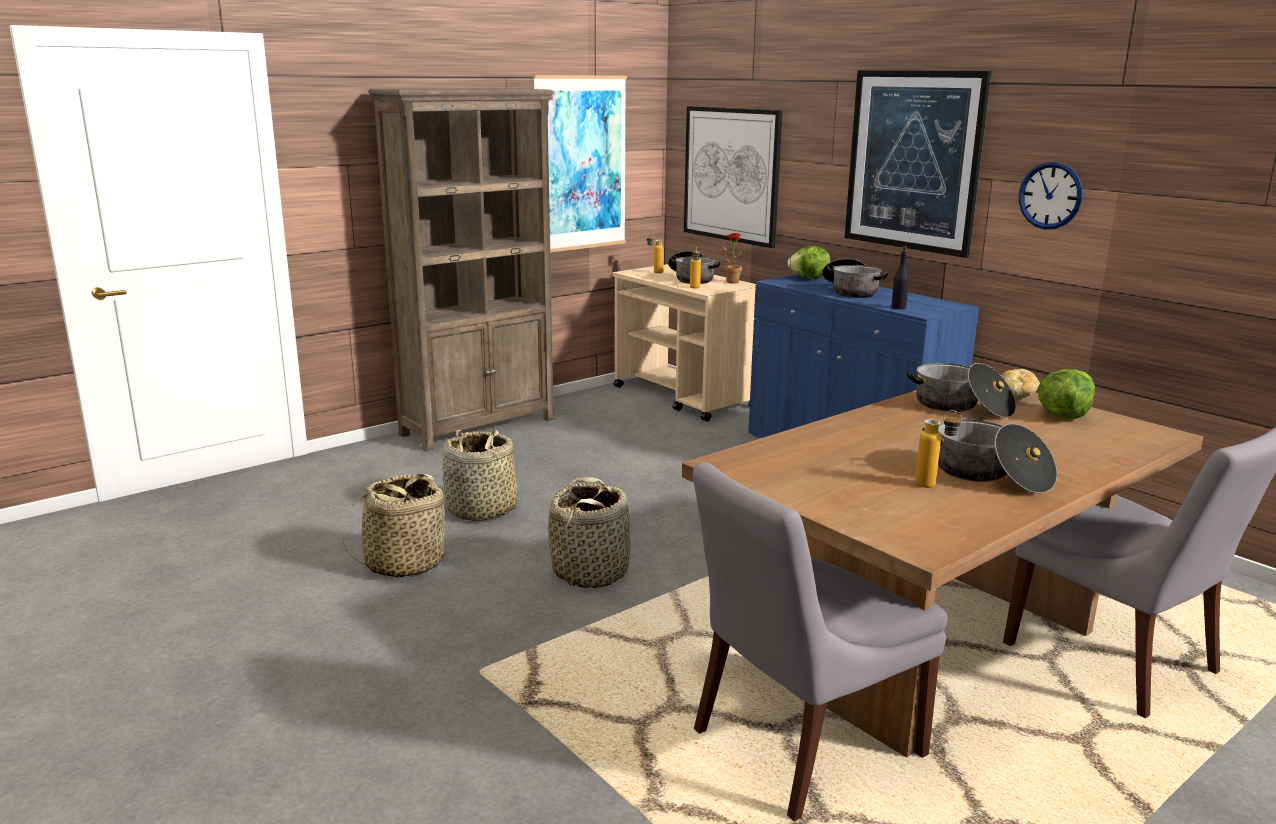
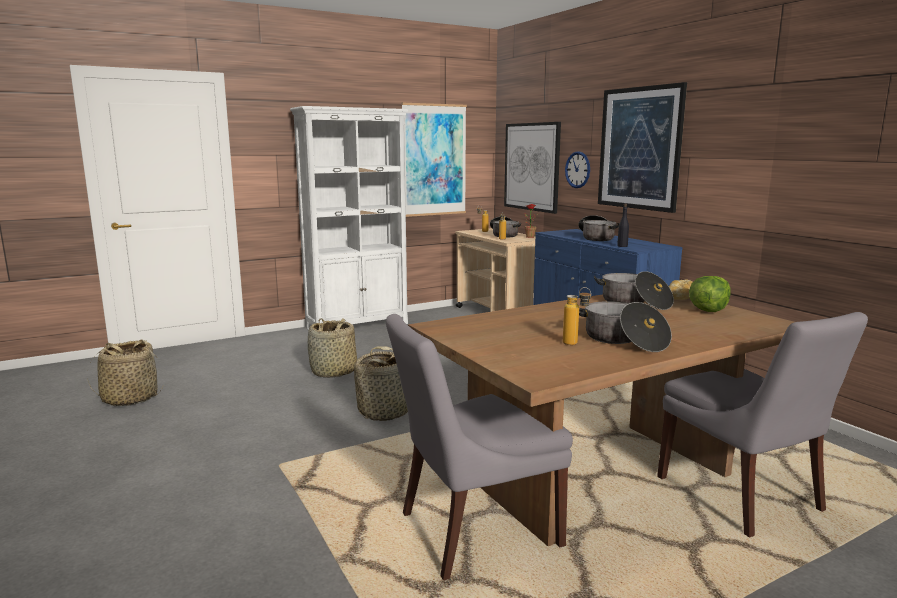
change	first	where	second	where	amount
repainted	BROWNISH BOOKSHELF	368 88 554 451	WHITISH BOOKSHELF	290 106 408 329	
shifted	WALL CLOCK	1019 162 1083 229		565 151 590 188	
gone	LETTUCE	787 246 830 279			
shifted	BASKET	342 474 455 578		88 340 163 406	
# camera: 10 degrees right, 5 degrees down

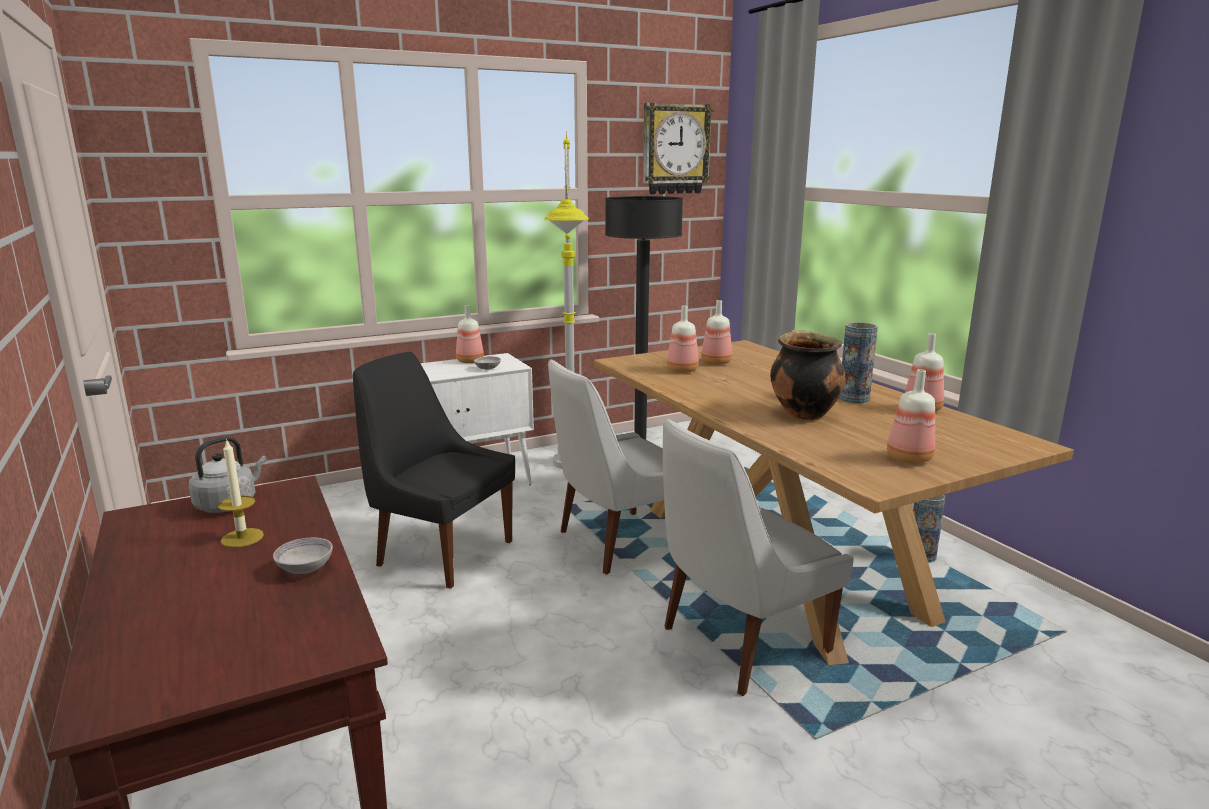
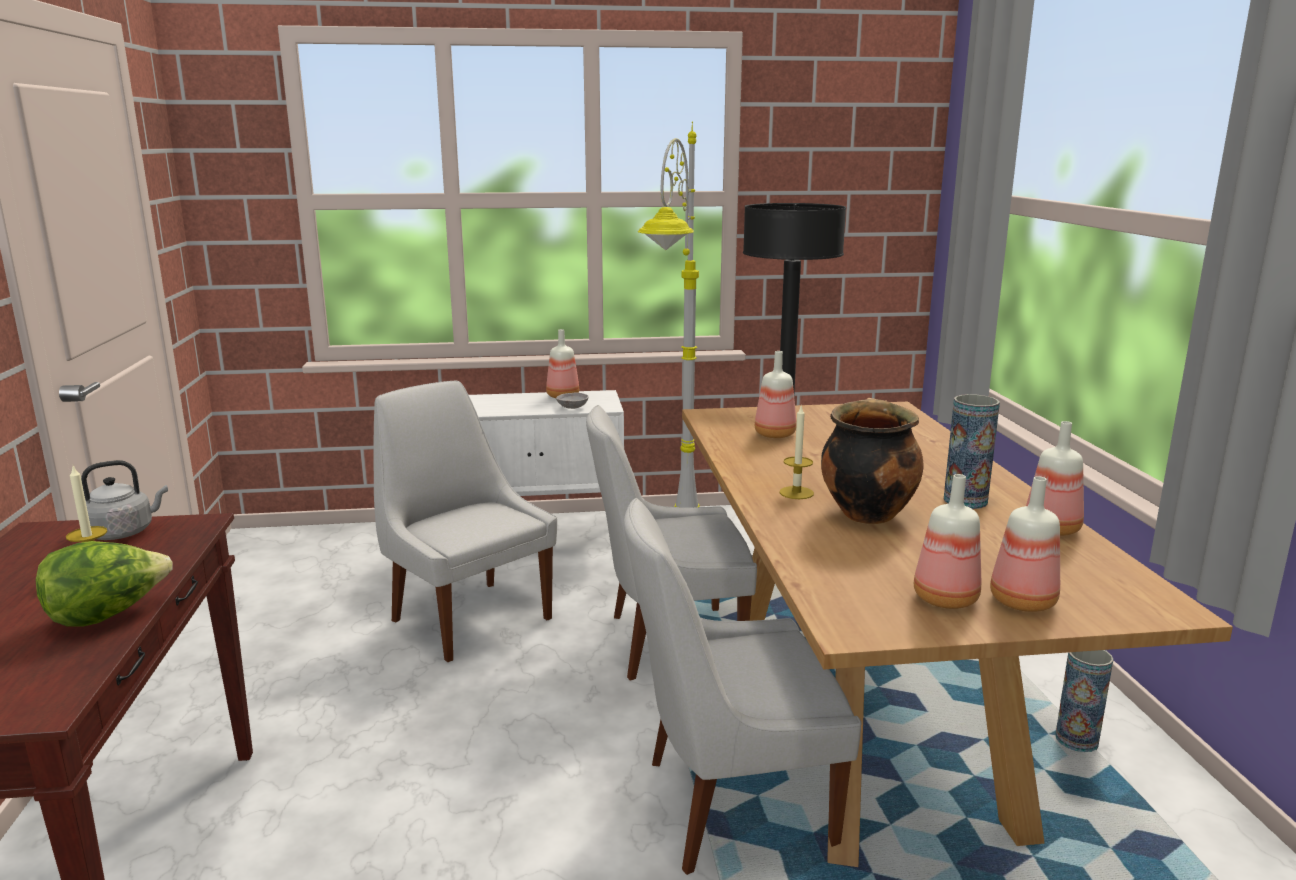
change	first	where	second	where	amount
gone	WALL CLOCK	643 103 713 194			
shifted	DRINK BOTTLE	701 300 732 365		990 476 1060 612	
repainted	BLACKISH UPRIGHT CHAIR	353 352 515 589	WHITISH UPRIGHT CHAIR	374 381 557 662	
swapped	GRAY BOWL	273 538 333 574	LETTUCE	36 541 173 627	
new			WAX CANDLE	780 406 814 499	
# camera: 20 degrees right, 0 degrees up

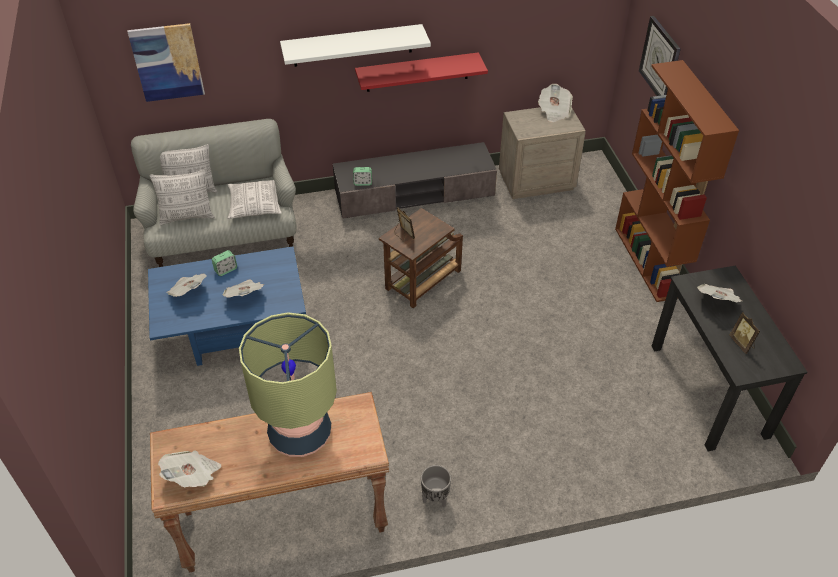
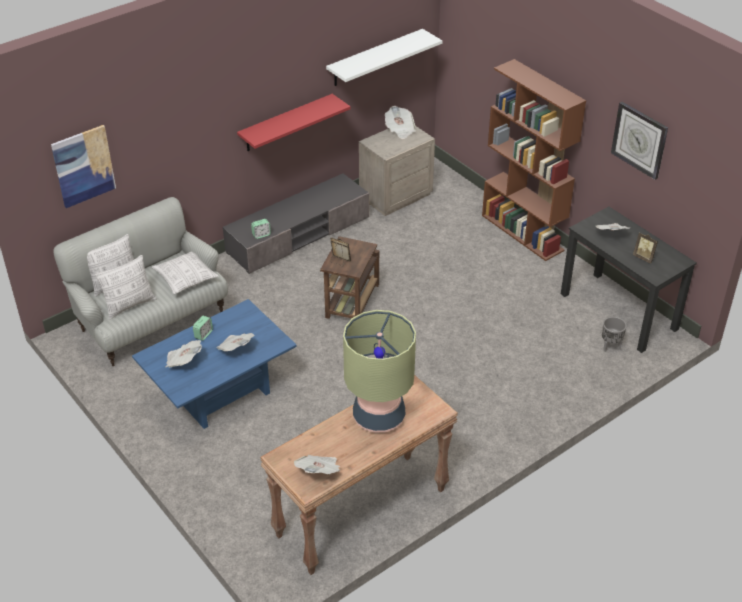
change	first	where	second	where	amount
shifted	WALL CLOCK	639 16 681 96		611 102 668 180	
shifted	WHITISH SHELF	280 24 431 67		326 29 442 86	
shifted	GRAY PLANTER	421 465 451 507		602 317 627 352	
# camera: 25 degrees left, 5 degrees down

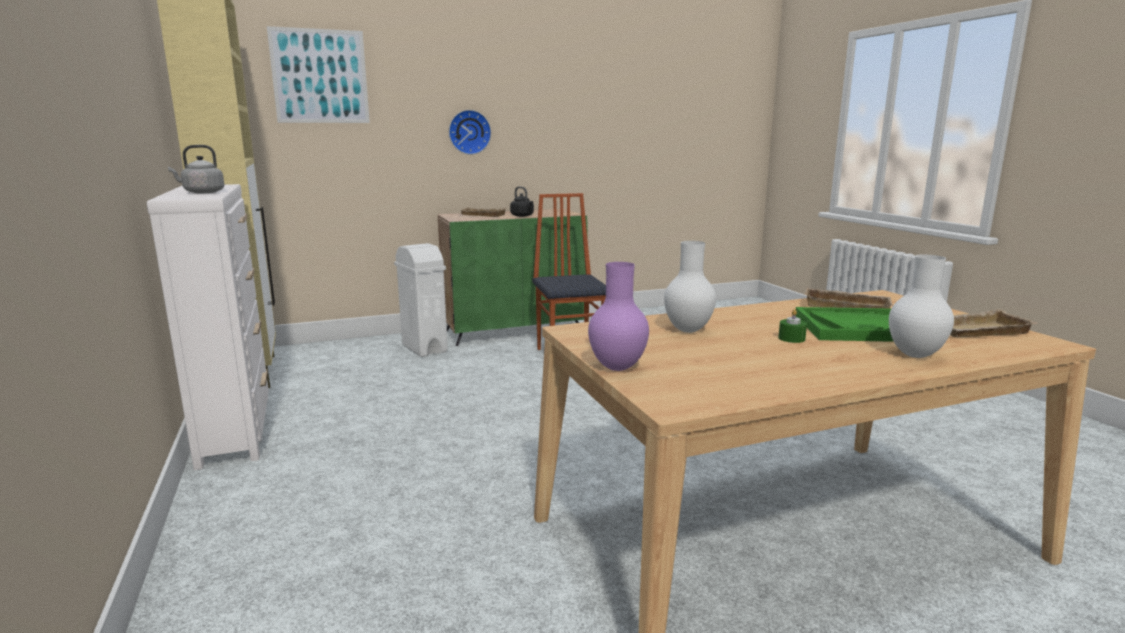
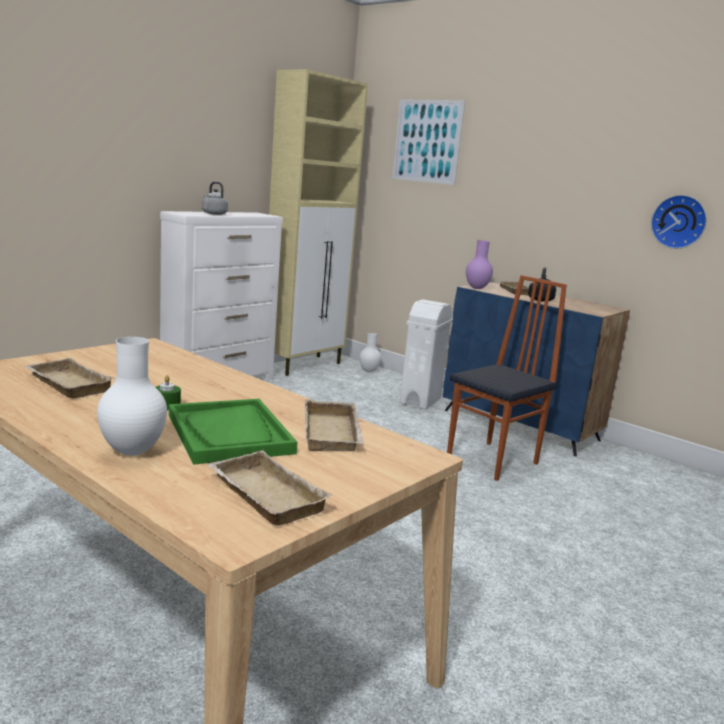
change	first	where	second	where	amount
shifted	WALL CLOCK	449 110 491 155		651 195 707 249	
repainted	GREEN-COLOURED CABINET	438 209 588 346	BLUISH CABINET	443 282 630 456	
shifted	WHITISH VASE	664 241 716 333		359 333 381 372	
shifted	PURPLISH VASE	588 262 649 371		466 240 493 289	
new			BEIGE-COLOURED TRAY	24 358 115 398	
# camera: 60 degrees right, 0 degrees up

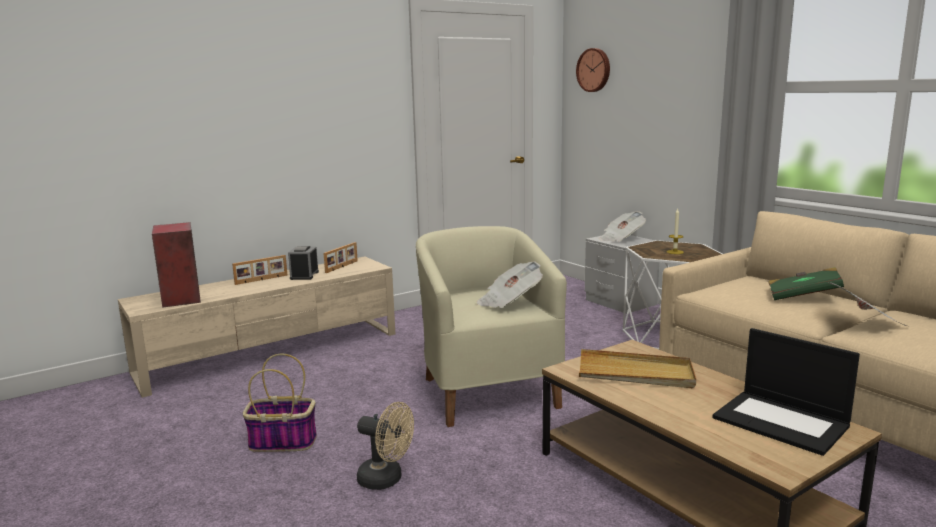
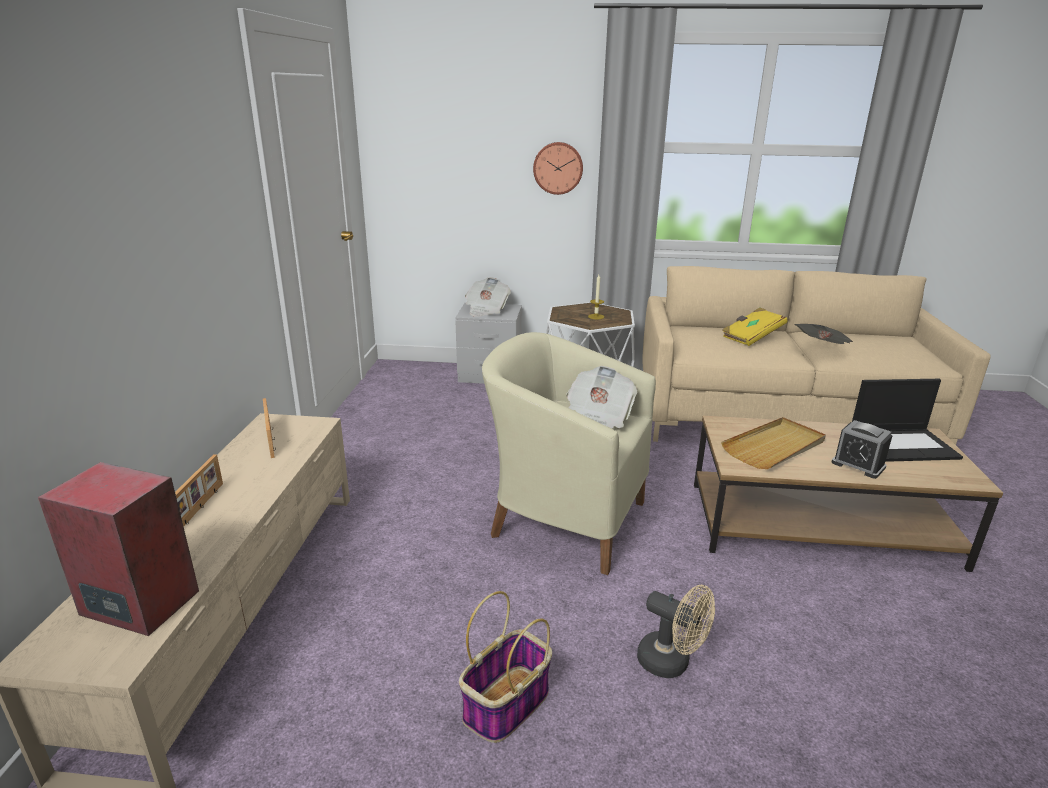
change	first	where	second	where	amount
shifted	WALL CLOCK	576 48 610 92		533 142 583 195	
shifted	BEDSIDE CLOCK	288 246 319 280		832 420 893 479	
repainted	GREEN-COLOURED BOUND BOOK	768 267 844 300	YELLOW-COLOURED BOUND BOOK	722 307 787 346	
rotated	BEIGE-COLOURED FAN	357 402 414 490		637 585 715 678	60 degrees clockwise
# camera: 50 degrees left, 10 degrees up

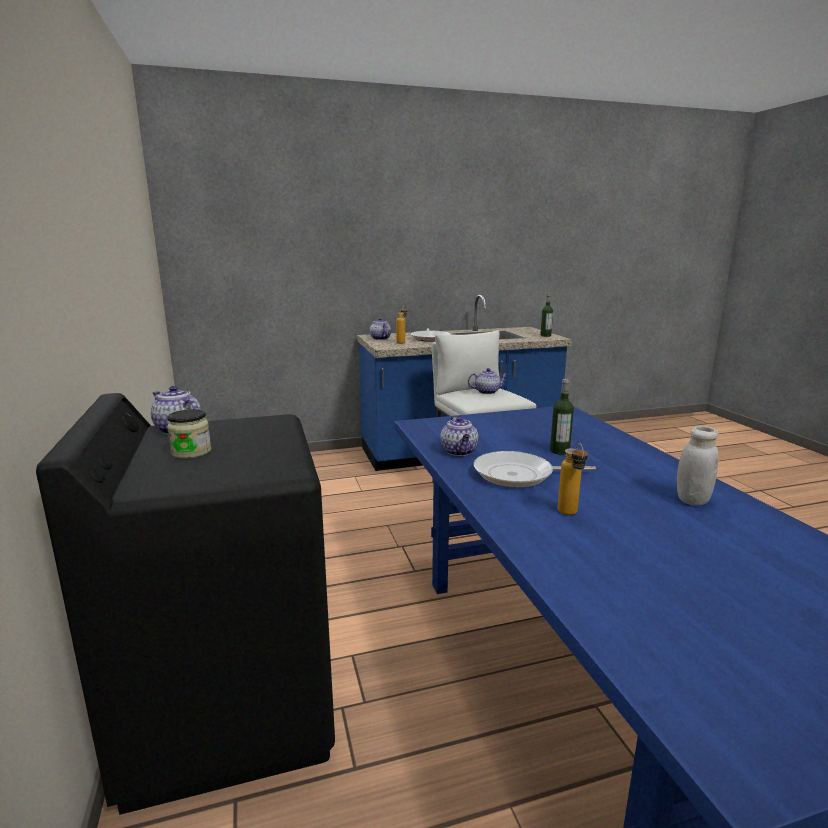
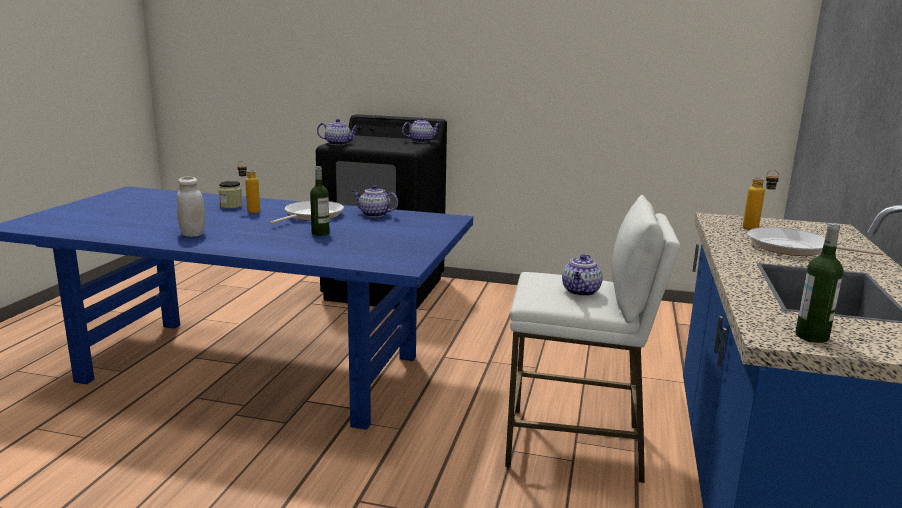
change	first	where	second	where	amount
shifted	TEAPOT	370 318 391 340		317 119 359 145	
shifted	STORAGE JAR	167 409 211 459		218 181 243 208	
# camera: 120 degrees right, 0 degrees up

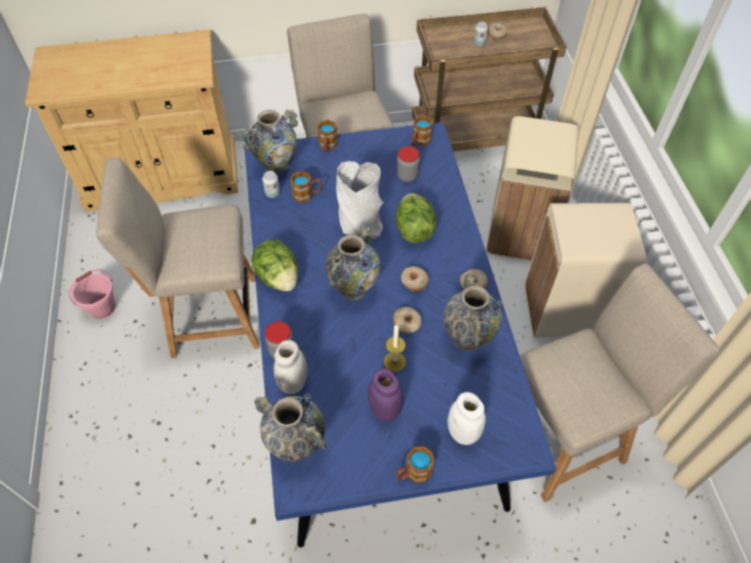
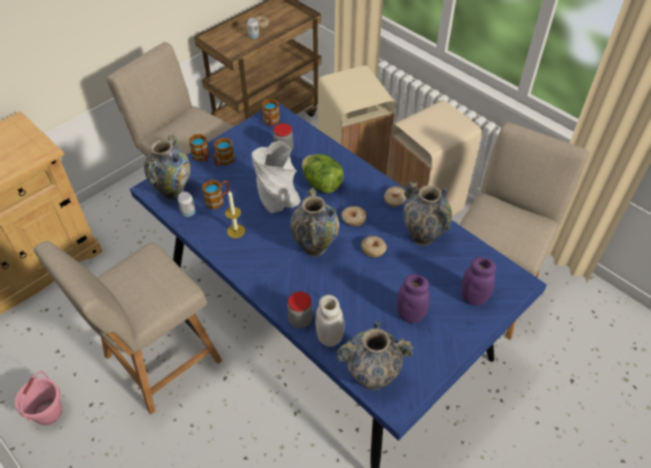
change	first	where	second	where	amount
gone	LETTUCE	252 240 298 291			
shifted	WAX CANDLE	384 324 406 372		225 190 245 238	
repainted	WHITISH STORAGE JAR	447 392 486 445	PURPLISH STORAGE JAR	461 257 496 306	
shifted	TEA MUG	396 446 434 483		213 138 235 166	
# camera: 35 degrees left, 5 degrees down

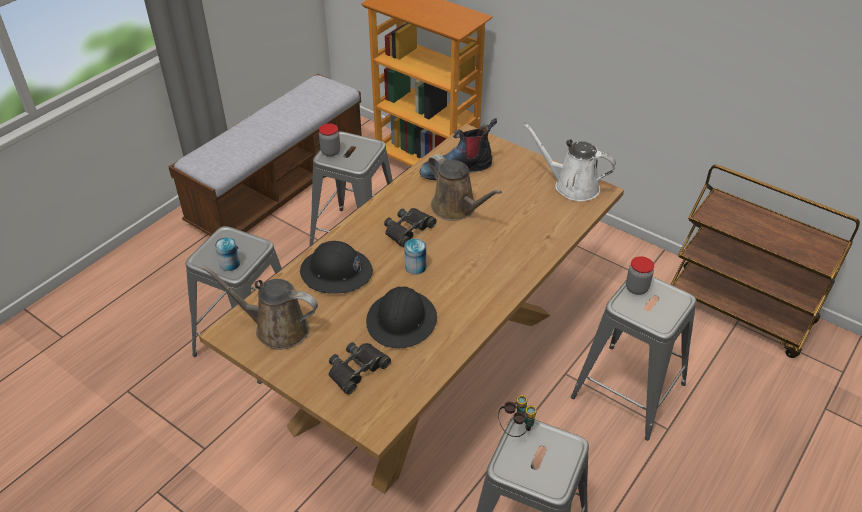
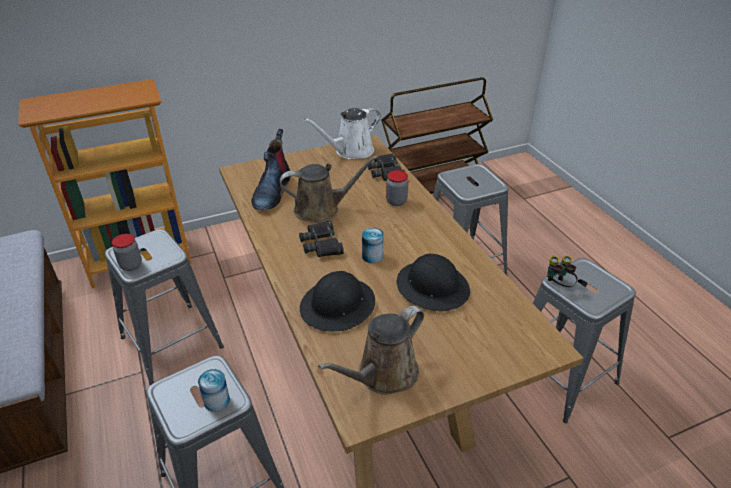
change	first	where	second	where	amount
shifted	STORAGE JAR	626 256 654 295		386 170 408 206	
shifted	BLACKISH PAIR OF BINOCULARS	328 342 391 395		368 153 405 181	
# camera: 60 degrees left, 5 degrees down

